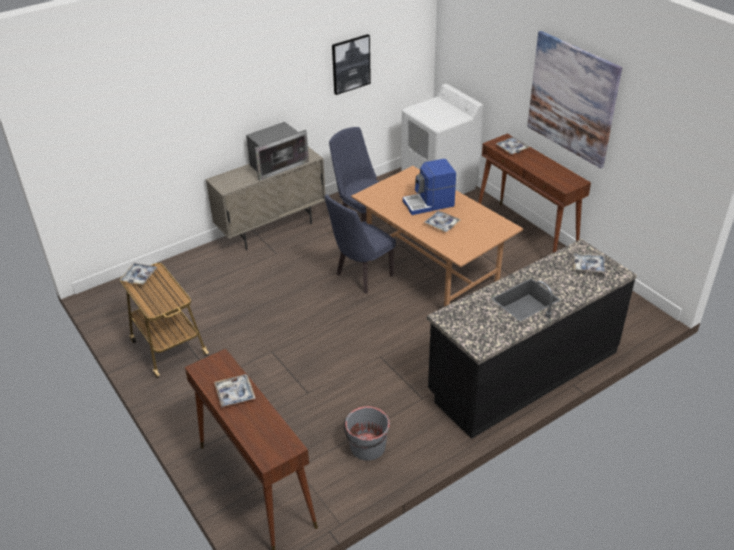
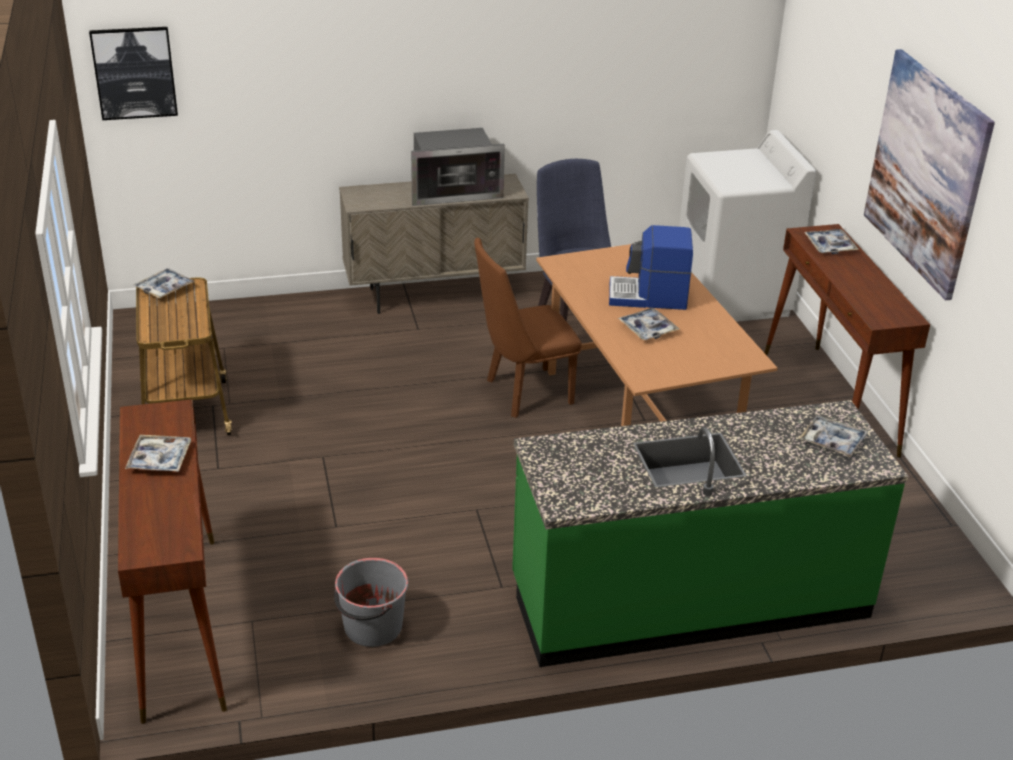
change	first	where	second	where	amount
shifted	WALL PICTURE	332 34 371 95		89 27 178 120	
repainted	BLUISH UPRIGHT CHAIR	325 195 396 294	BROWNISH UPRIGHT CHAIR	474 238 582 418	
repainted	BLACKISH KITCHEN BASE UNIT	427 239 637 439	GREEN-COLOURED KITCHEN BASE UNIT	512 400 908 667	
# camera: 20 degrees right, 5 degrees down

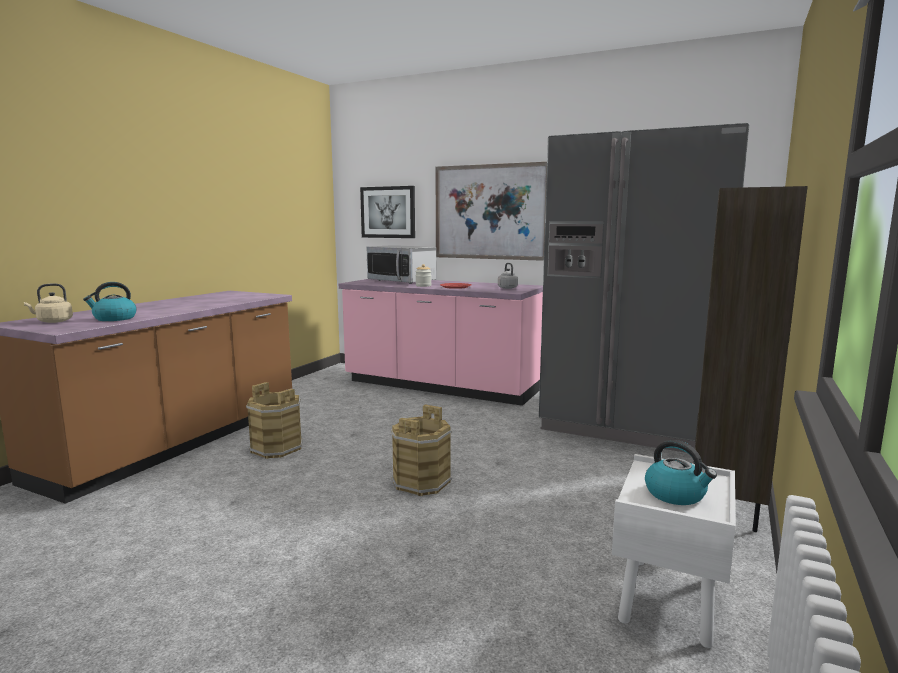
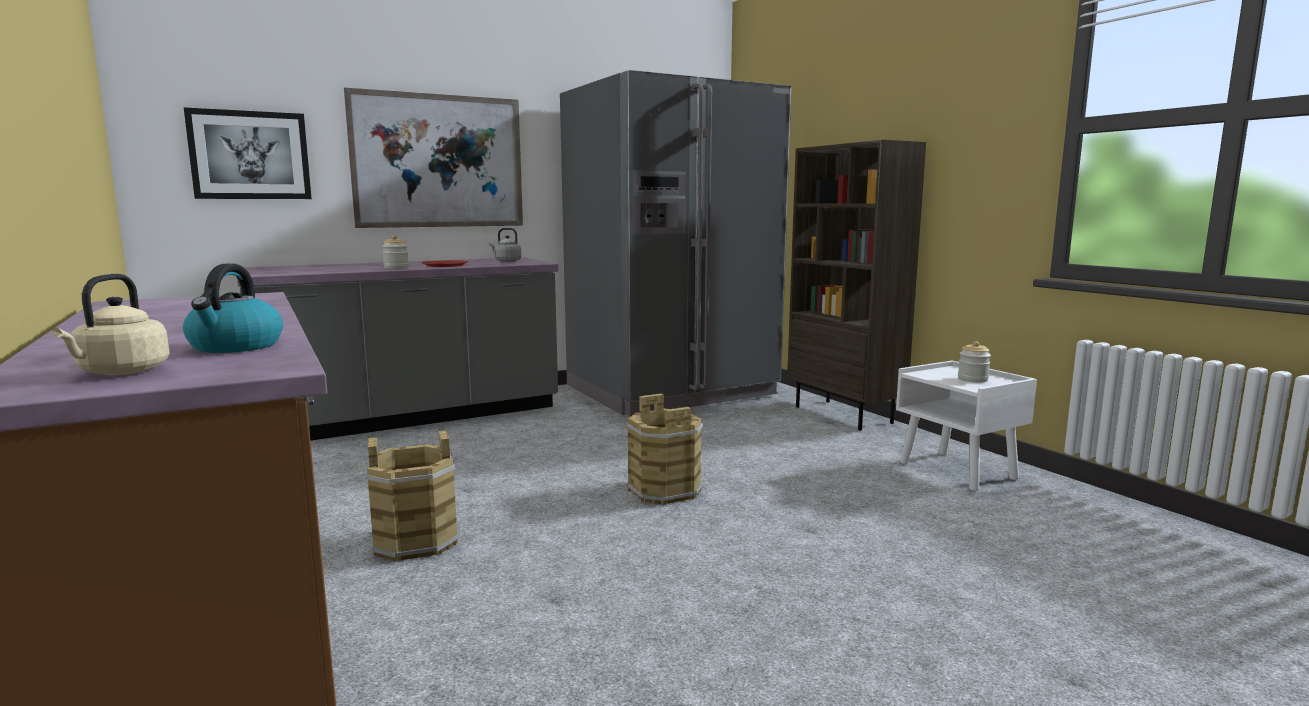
change	first	where	second	where	amount
gone	MICROWAVE	367 245 436 284			
repainted	PINK-COLOURED KITCHEN BASE UNIT	339 279 543 406	GRAY KITCHEN BASE UNIT	237 257 558 441	
swapped	TEA KETTLE	645 440 717 505	STORAGE JAR	958 341 991 382	
# camera: 55 degrees left, 0 degrees up

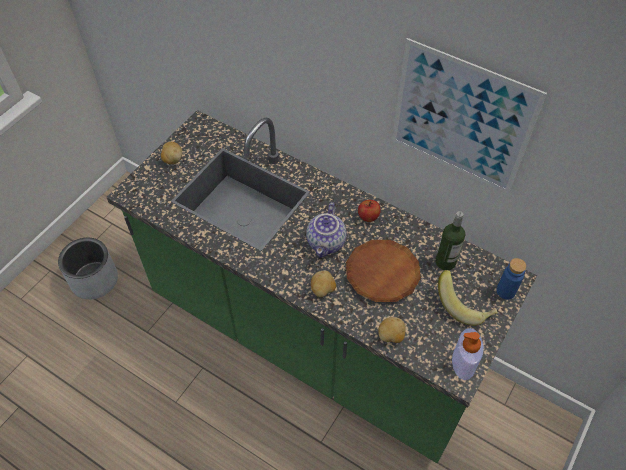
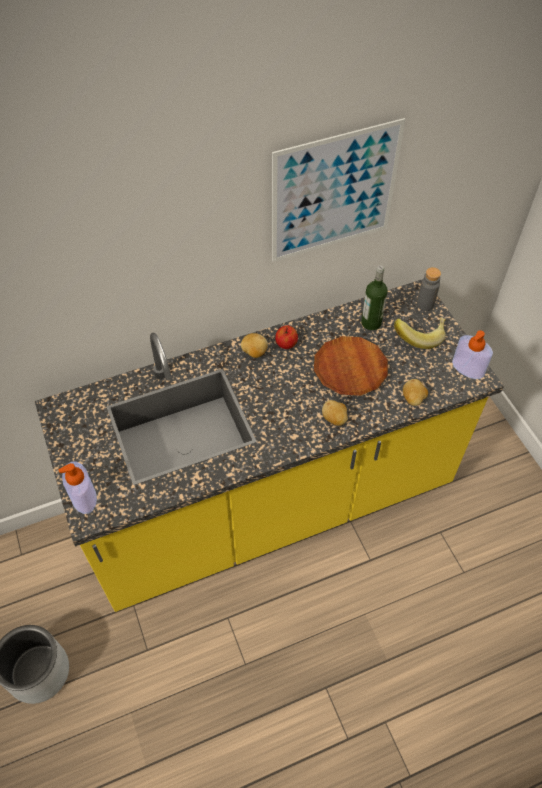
change	first	where	second	where	amount
repainted	GREEN-COLOURED KITCHEN BASE UNIT	106 110 537 463	YELLOW-COLOURED KITCHEN BASE UNIT	35 279 504 612	
shifted	WHOLE POTATO	161 142 182 164		241 333 268 358	
gone	TEAPOT	306 202 346 258			
repainted	BLUISH DRINK BOTTLE	496 258 526 299	GRAY DRINK BOTTLE	417 267 441 311	
new			SOAP BOTTLE	59 461 97 514	
# camera: 55 degrees left, 0 degrees up

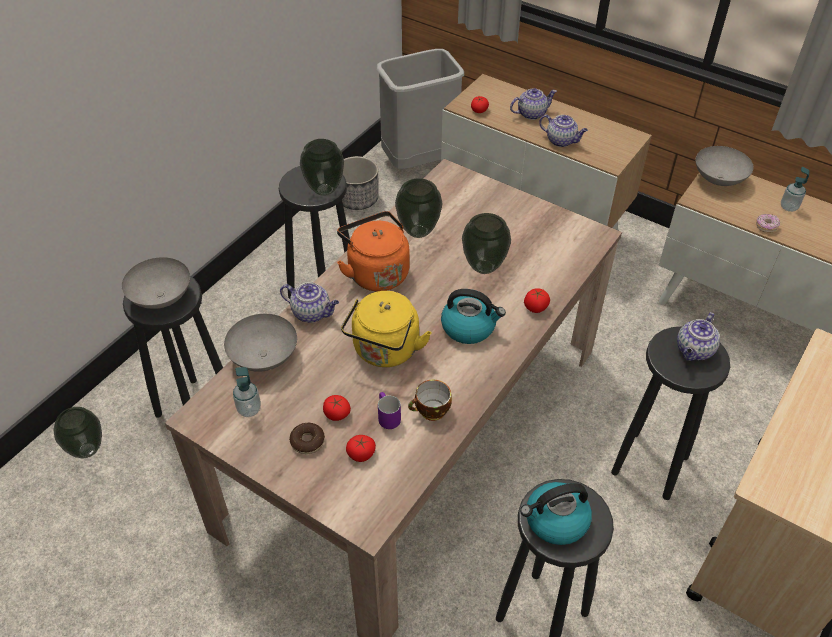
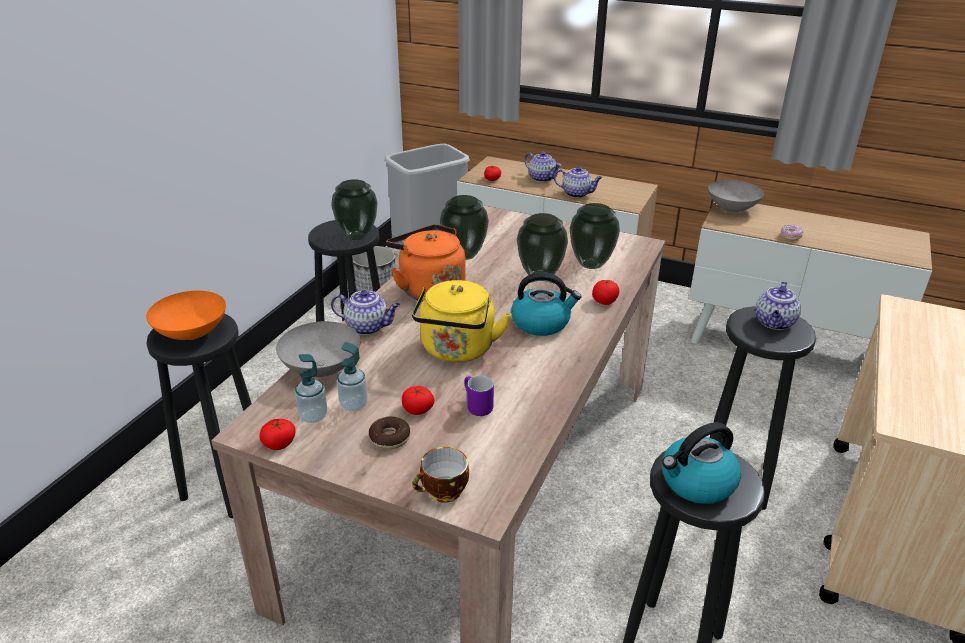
change	first	where	second	where	amount
rotated	TEAPOT	510 88 557 120		525 152 562 182	75 degrees clockwise
shifted	SOAP BOTTLE	781 167 810 212		337 342 368 411	
repainted	GRAY BOWL	122 257 190 309	ORANGE BOWL	146 291 226 340	
shifted	DRINKING CUP	408 380 452 421		412 447 469 503	
shifted	VASE	53 407 102 458		570 203 620 269	
shifted	FRESH TOMATO	346 435 376 462		259 419 296 450	
# camera: 10 degrees left, 15 degrees down

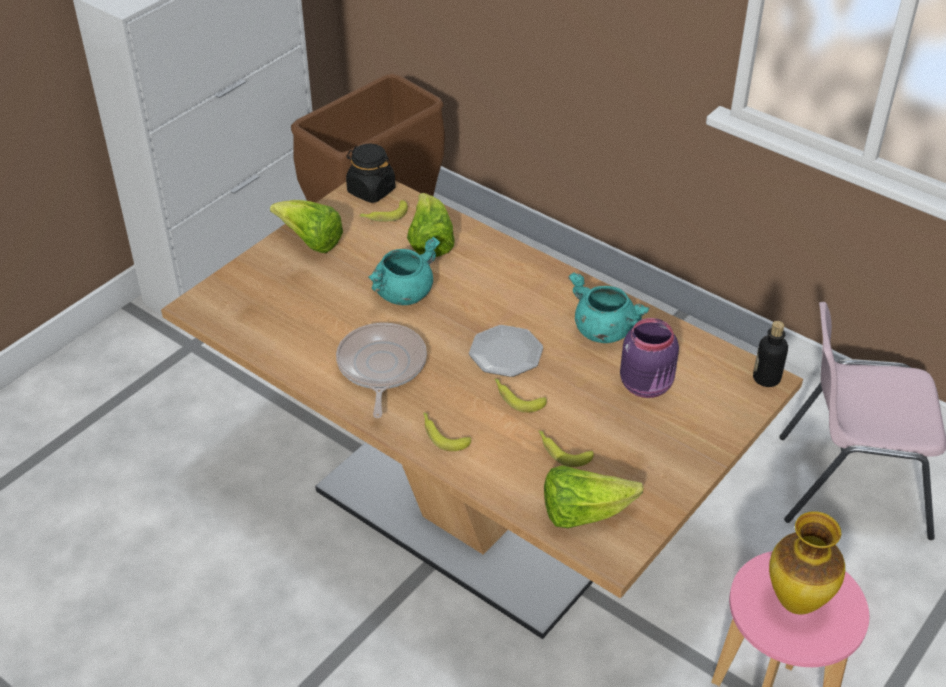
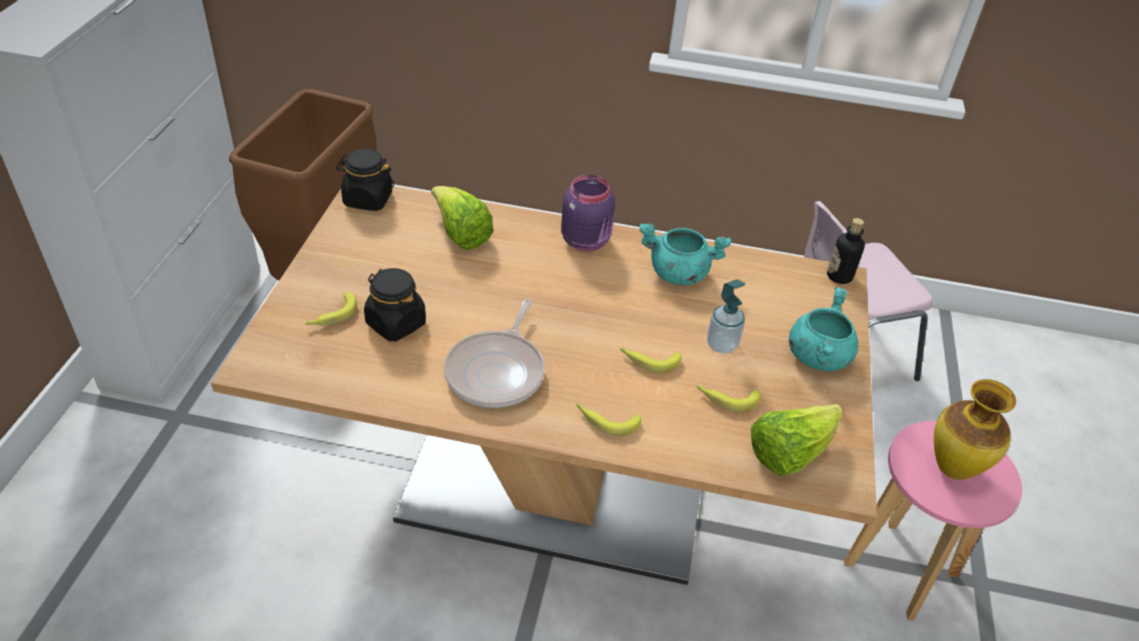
change	first	where	second	where	amount
gone	LETTUCE	270 200 343 253			
shifted	BANANA FRUIT	359 200 408 222		305 292 357 325	
shifted	TURQUOISE STOCKPOT	368 237 440 305		789 287 858 371	
shifted	PURPLISH STORAGE JAR	620 318 679 398		561 175 615 252	
rotated	SKILLET	336 323 427 418		444 299 545 408	135 degrees counterclockwise
gone	DINNER PLATE	469 325 543 377			
new			BLACKISH STORAGE JAR	364 268 426 341	
new			SOAP BOTTLE	707 279 745 354	
# camera: 30 degrees left, 0 degrees up

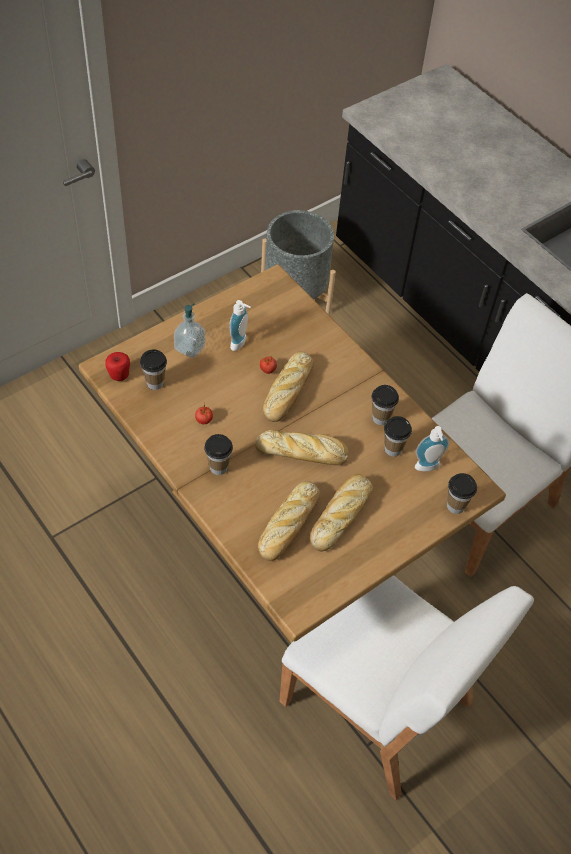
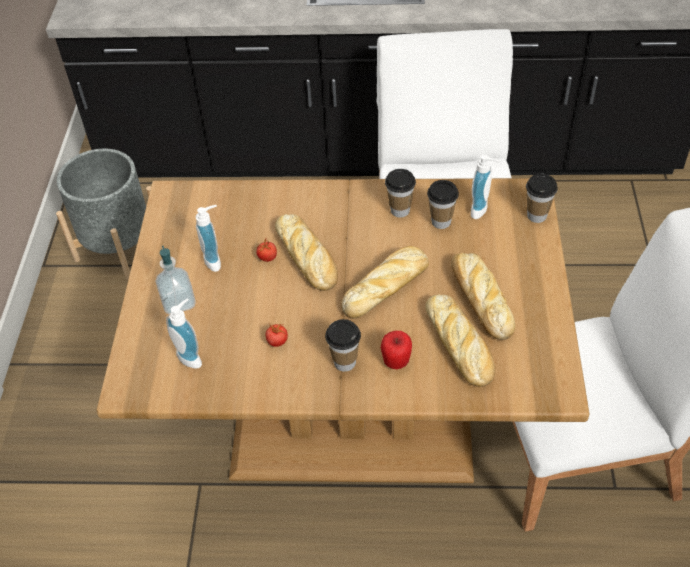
change	first	where	second	where	amount
swapped	DRINKING CUP	140 350 167 390	SOAP BOTTLE	166 298 202 369	
shifted	APPLE	106 352 130 381		381 331 412 369	
# camera: 45 degrees left, 5 degrees down

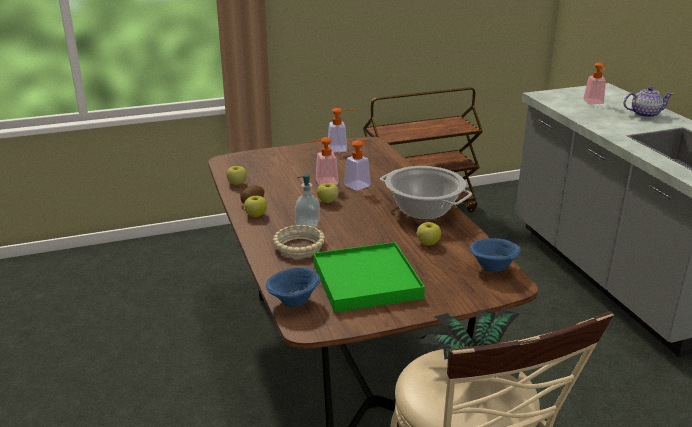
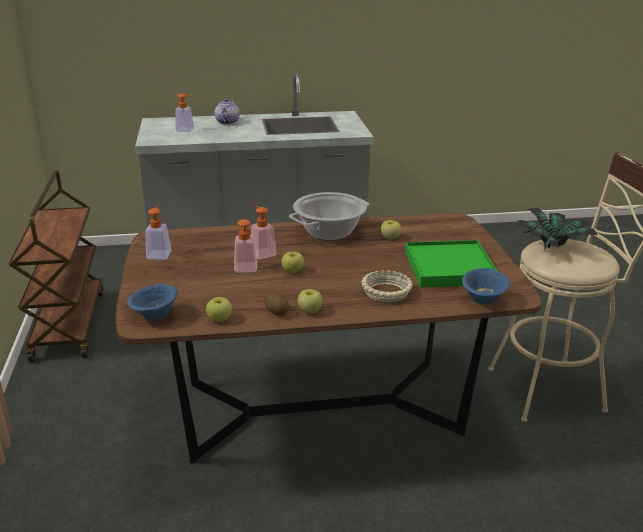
change	first	where	second	where	amount
gone	SOAP BOTTLE	295 174 320 228			
shifted	BLUISH BOWL	469 238 521 272		127 284 178 321	
# camera: 80 degrees left, 0 degrees up

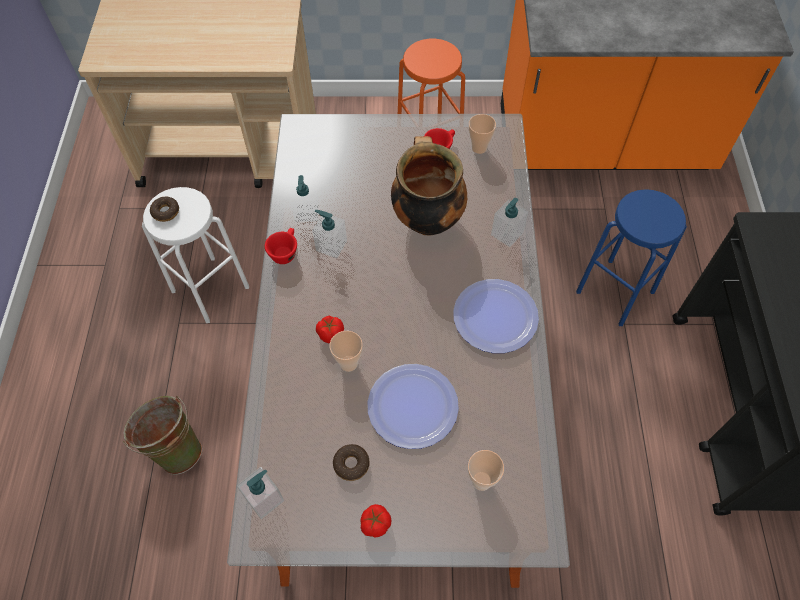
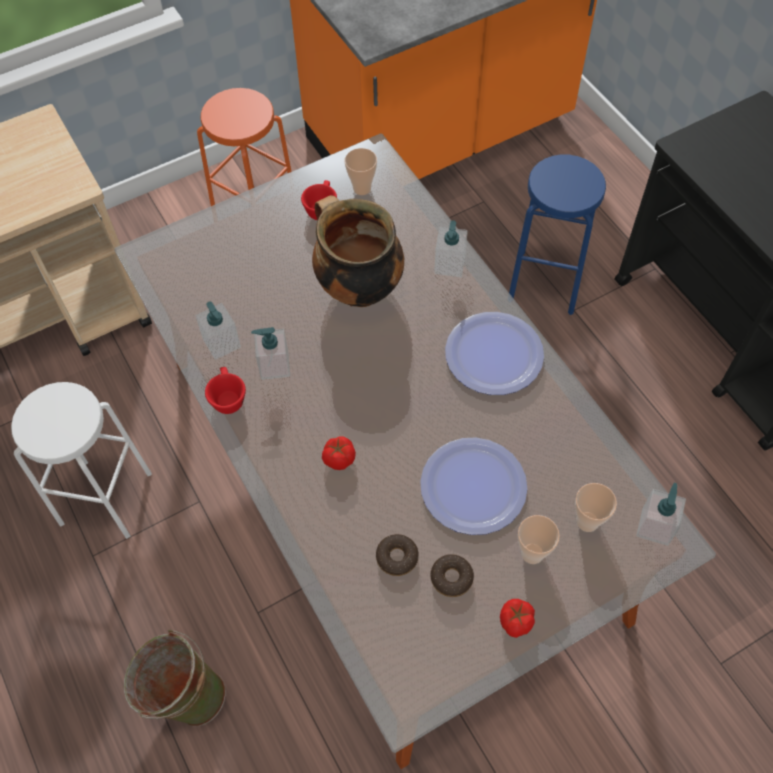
change	first	where	second	where	amount
shifted	DONUT	150 196 179 222		376 534 419 576	
shifted	DRINKING CUP	330 331 363 372		518 515 560 564	
shifted	SOAP BOTTLE	237 467 284 519		636 483 686 546	
# camera: 30 degrees left, 0 degrees up

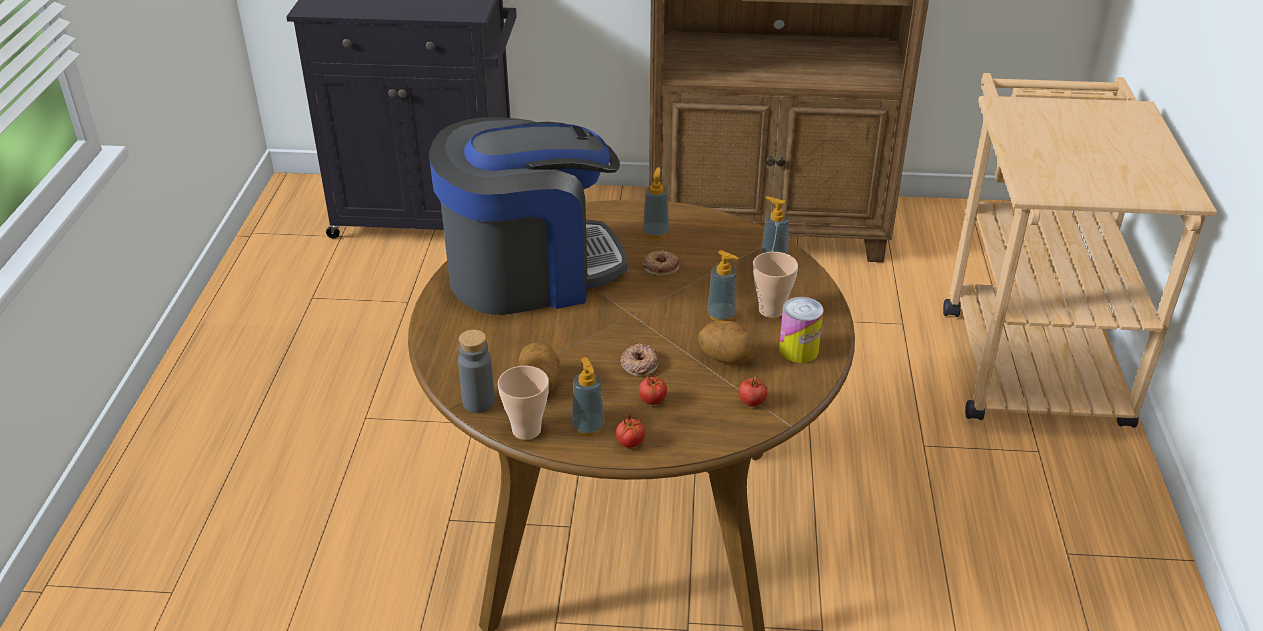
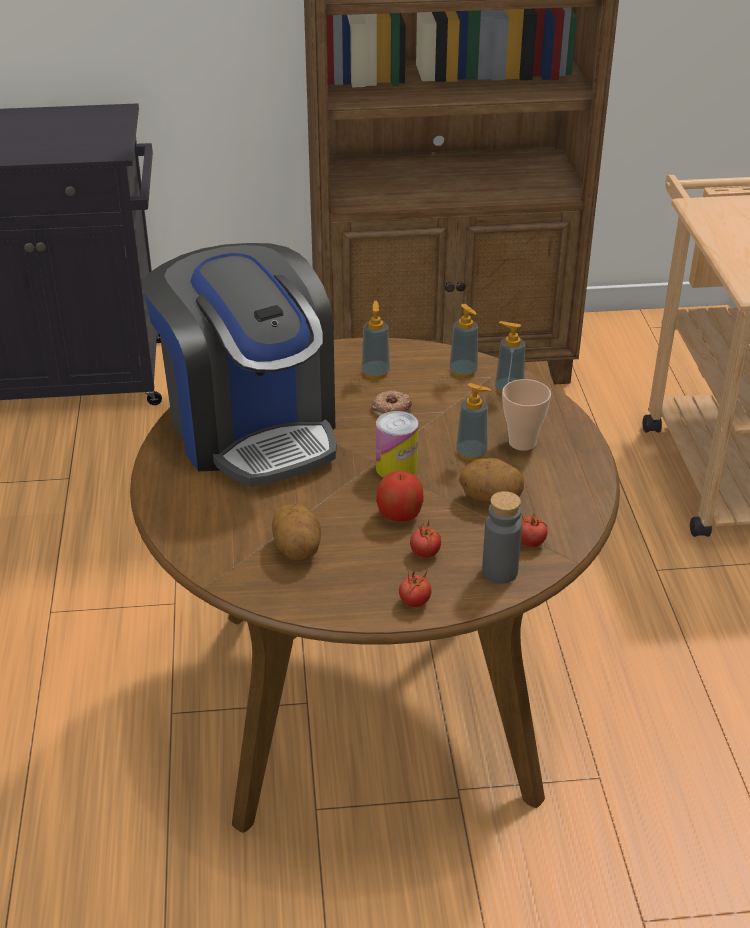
change	first	where	second	where	amount
rotated	COFFEE MAKER	429 117 627 315		142 243 337 487	90 degrees clockwise
shifted	CAN	779 297 823 363		376 411 419 478	
shifted	GRAY DRINK BOTTLE	458 330 495 413		482 491 522 584	
swapped	DONUT	621 343 659 377	APPLE	376 471 424 522	
shifted	SOAP BOTTLE	572 357 605 436		449 304 478 378	
gone	DRINKING CUP	498 366 549 440			
# camera: 10 degrees left, 0 degrees up

